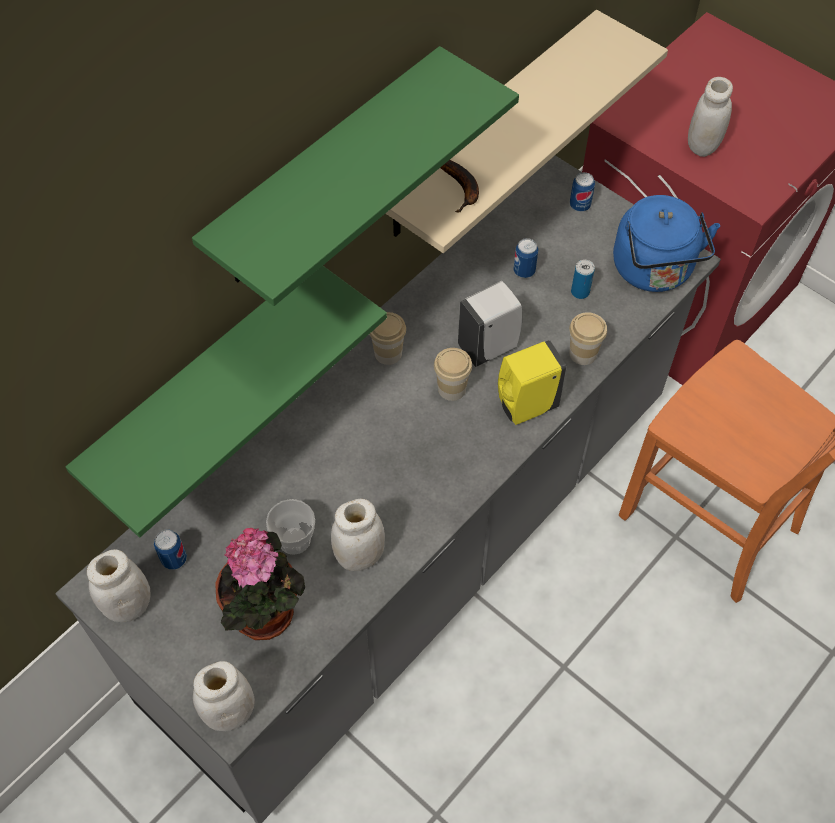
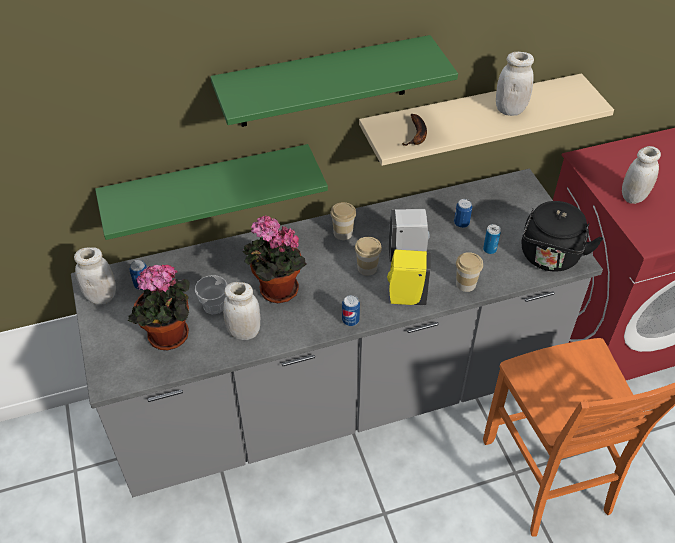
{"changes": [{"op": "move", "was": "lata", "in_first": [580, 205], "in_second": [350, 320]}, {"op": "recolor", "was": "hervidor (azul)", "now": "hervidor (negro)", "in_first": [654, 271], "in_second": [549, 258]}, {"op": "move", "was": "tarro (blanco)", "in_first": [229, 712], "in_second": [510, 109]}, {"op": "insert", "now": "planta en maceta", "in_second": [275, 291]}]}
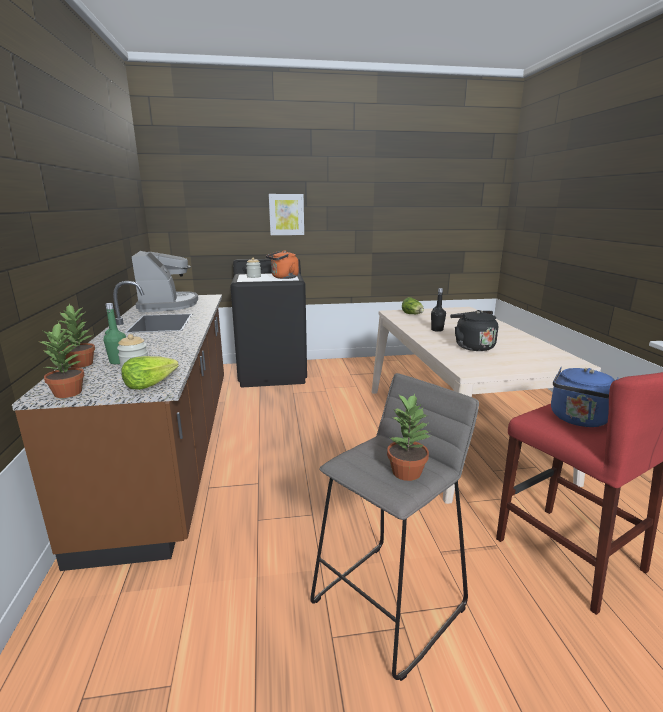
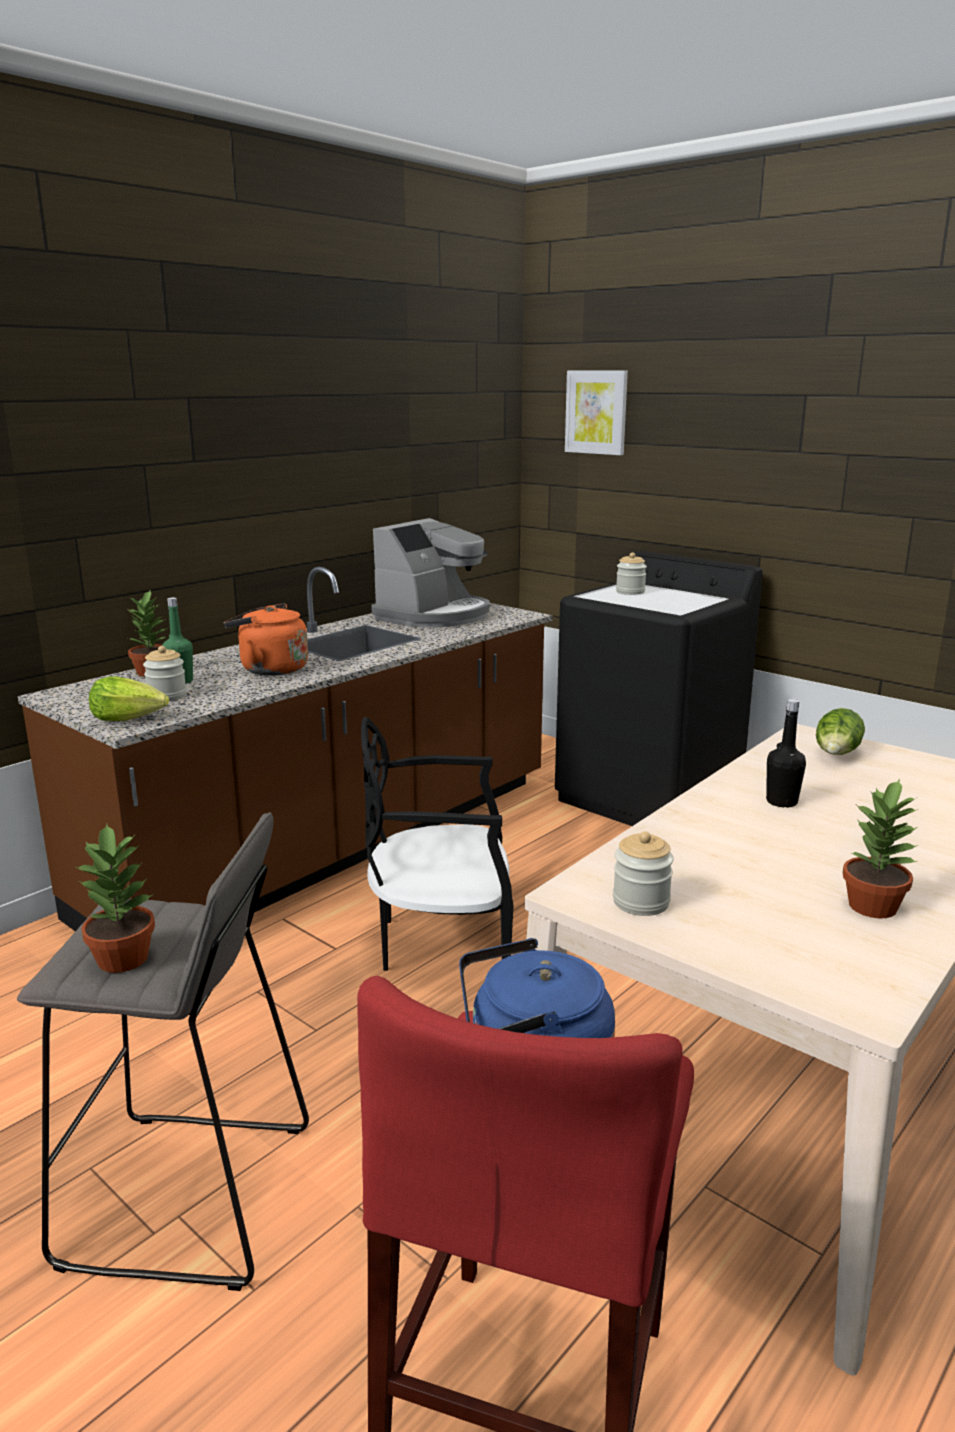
{"changes": [{"op": "move", "was": "cuadro", "in_first": [286, 214], "in_second": [596, 412]}, {"op": "move", "was": "hervidor (naranja)", "in_first": [283, 277], "in_second": [270, 669]}, {"op": "delete", "was": "hervidor (negro)", "in_first": [472, 346]}, {"op": "move", "was": "planta en maceta", "in_first": [69, 393], "in_second": [874, 906]}, {"op": "insert", "now": "silla (negro)", "in_second": [441, 943]}, {"op": "insert", "now": "tarro", "in_second": [641, 902]}]}
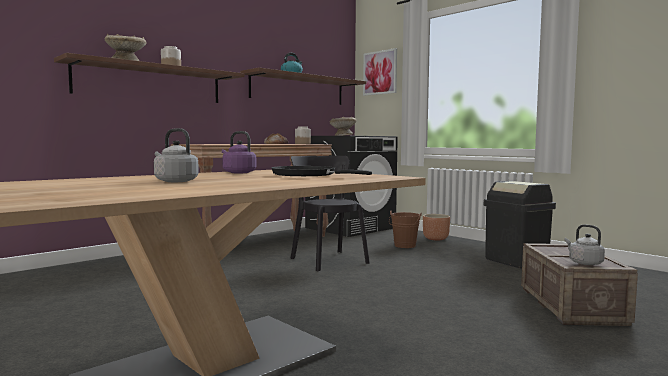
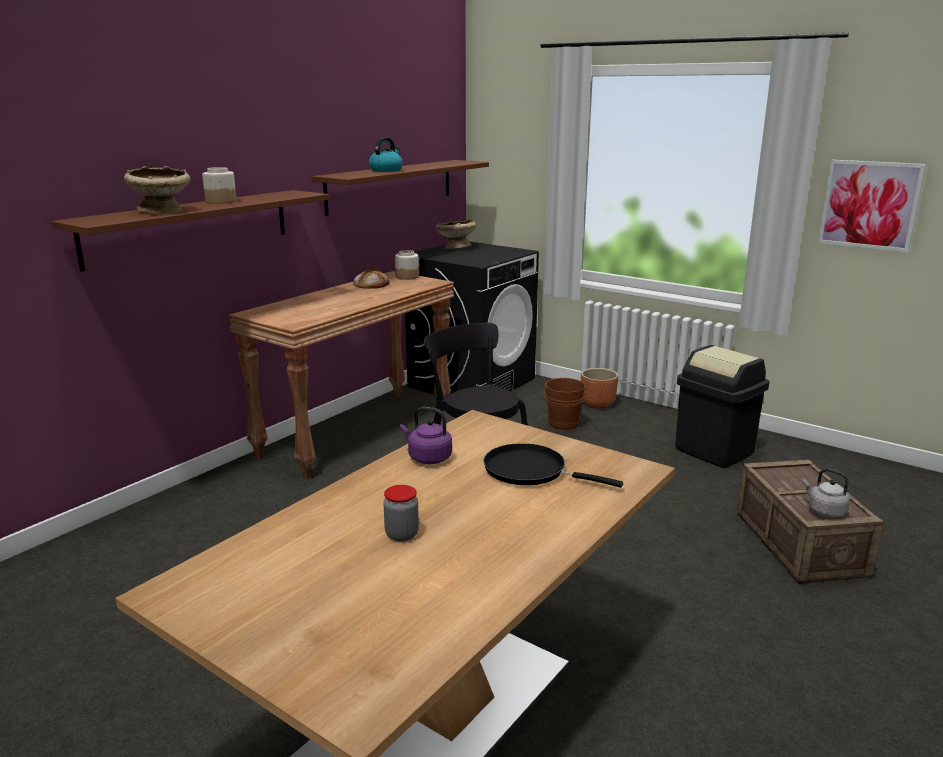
{"changes": [{"op": "move", "was": "cuadro", "in_first": [380, 72], "in_second": [869, 205]}, {"op": "replace", "was": "hervidor (gris)", "now": "tarro", "in_first": [175, 181], "in_second": [401, 535]}]}
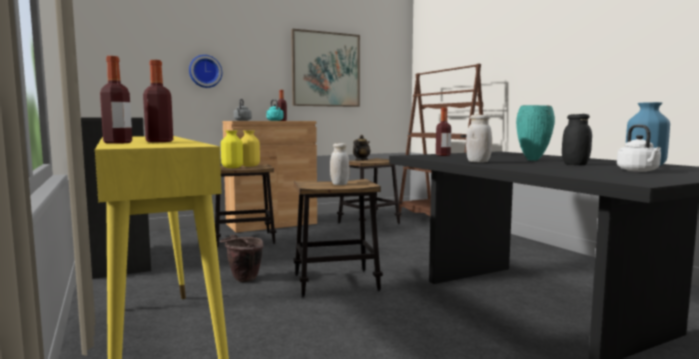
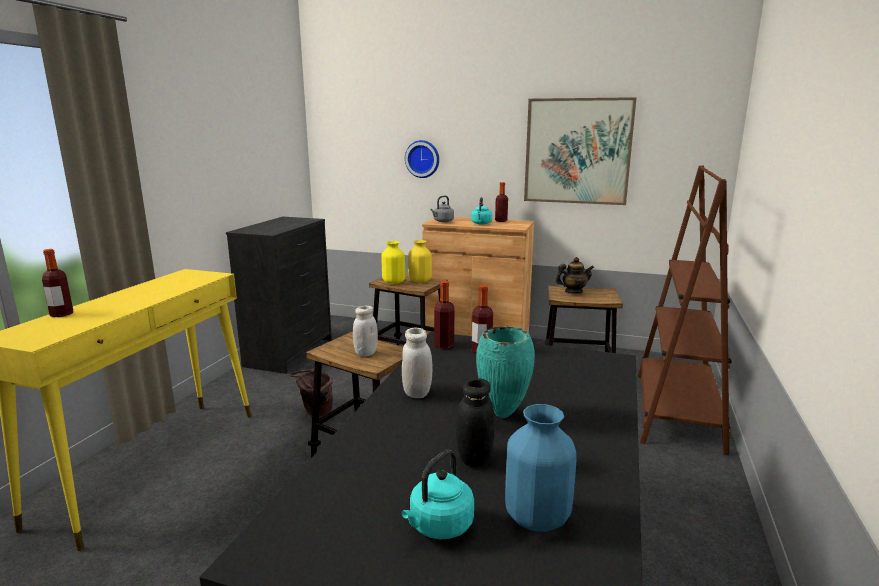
{"changes": [{"op": "move", "was": "botella", "in_first": [159, 141], "in_second": [444, 345]}, {"op": "recolor", "was": "hervidor (blanco)", "now": "hervidor (turquesa)", "in_first": [639, 171], "in_second": [439, 527]}]}
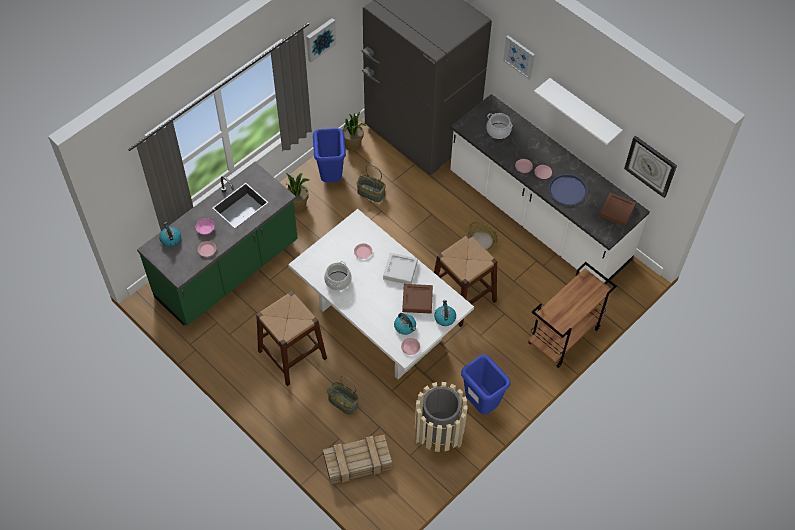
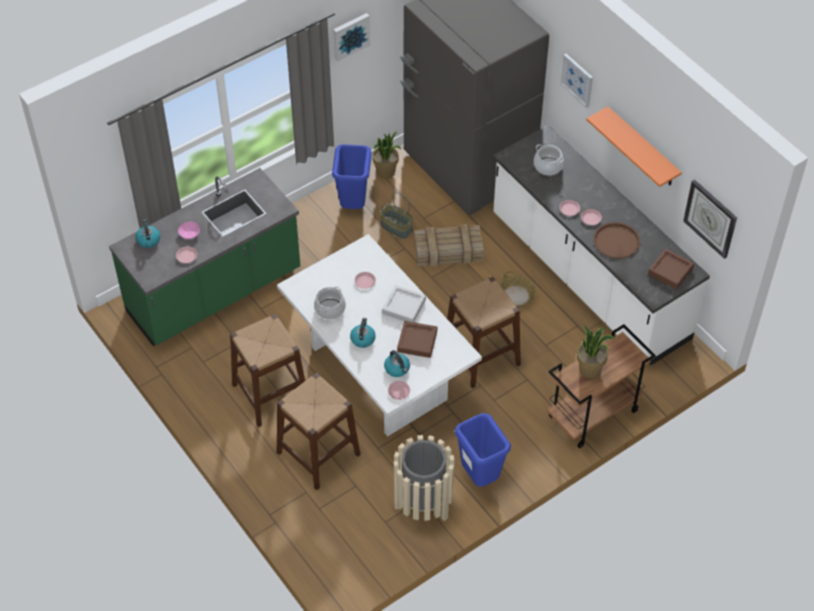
{"changes": [{"op": "recolor", "was": "estante (blanco)", "now": "estante (naranja)", "in_first": [584, 111], "in_second": [642, 148]}, {"op": "move", "was": "planta en maceta", "in_first": [298, 205], "in_second": [590, 369]}, {"op": "recolor", "was": "bandeja (azul)", "now": "bandeja (marrón)", "in_first": [567, 190], "in_second": [616, 241]}, {"op": "move", "was": "hervidor", "in_first": [444, 317], "in_second": [362, 338]}, {"op": "replace", "was": "cesta", "now": "taburete (marrón)", "in_first": [342, 402], "in_second": [318, 453]}, {"op": "move", "was": "caja de embalaje", "in_first": [356, 463], "in_second": [447, 251]}]}
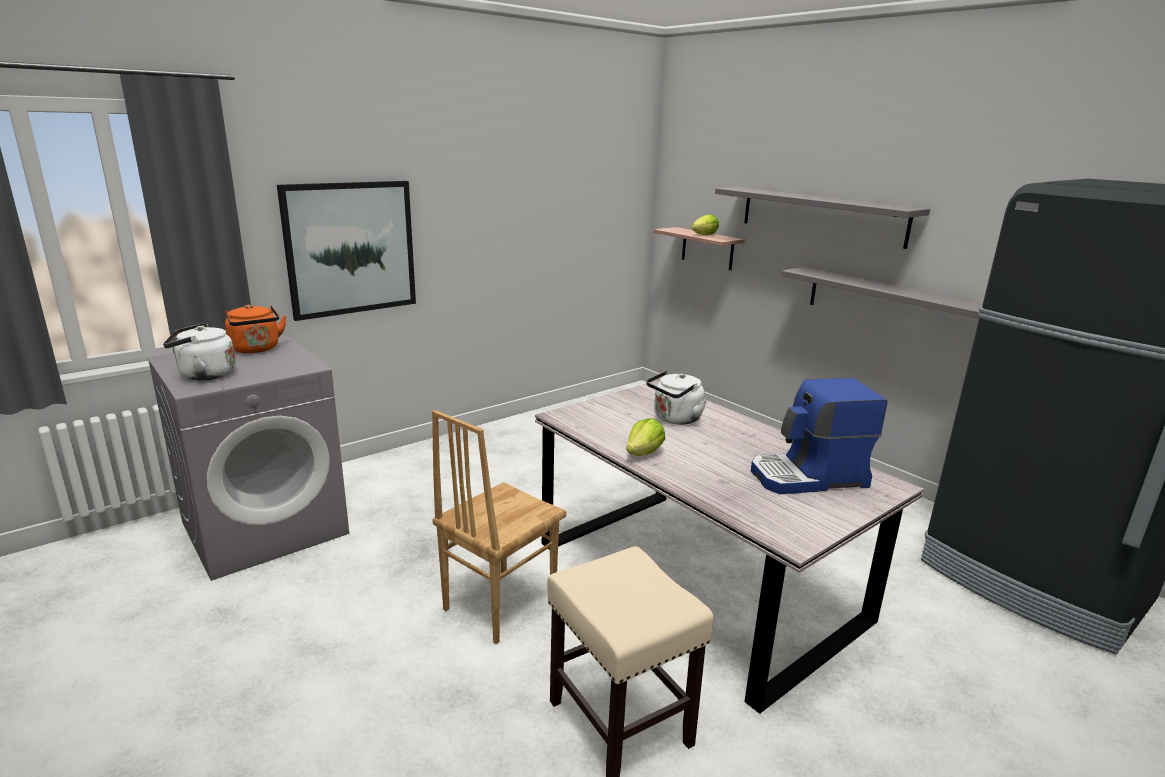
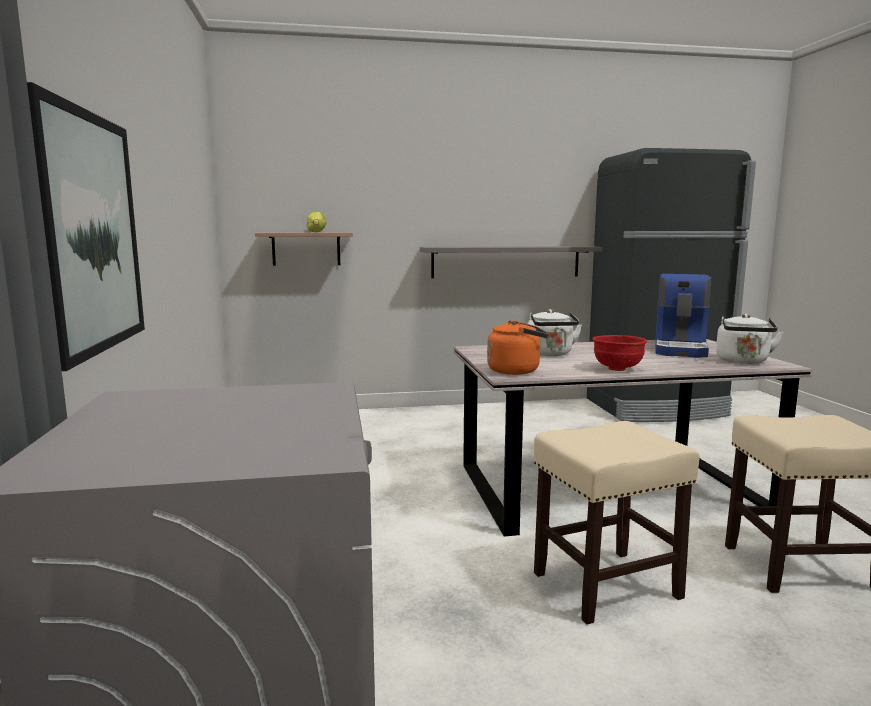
{"changes": [{"op": "delete", "was": "estante (gris)", "in_first": [821, 215]}, {"op": "move", "was": "hervidor (naranja)", "in_first": [256, 349], "in_second": [516, 371]}, {"op": "move", "was": "hervidor (blanco)", "in_first": [204, 375], "in_second": [743, 361]}, {"op": "replace", "was": "silla (marrón)", "now": "taburete (beis)", "in_first": [498, 604], "in_second": [605, 586]}, {"op": "replace", "was": "lechuga", "now": "cuenco (rojo)", "in_first": [644, 453], "in_second": [617, 369]}]}
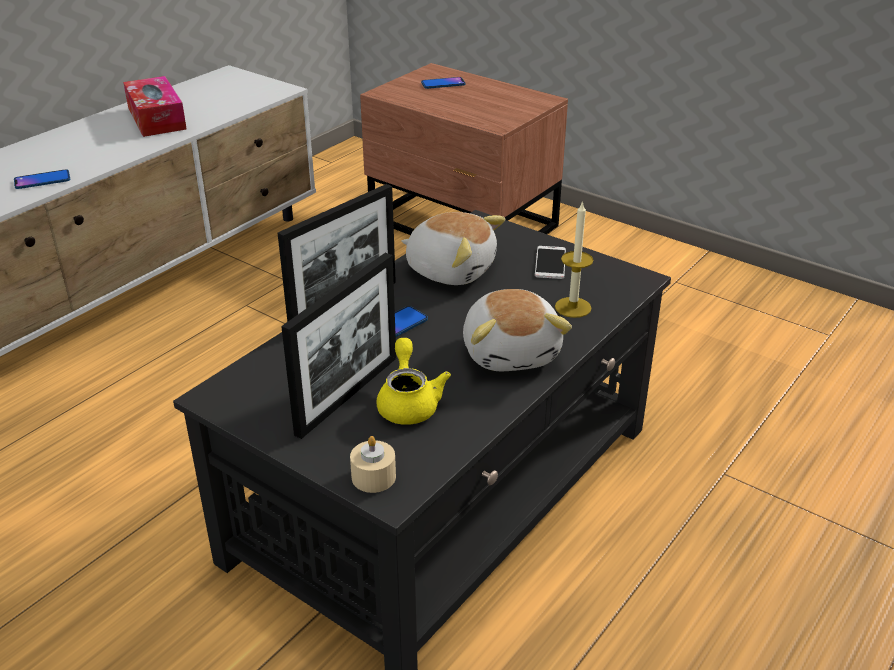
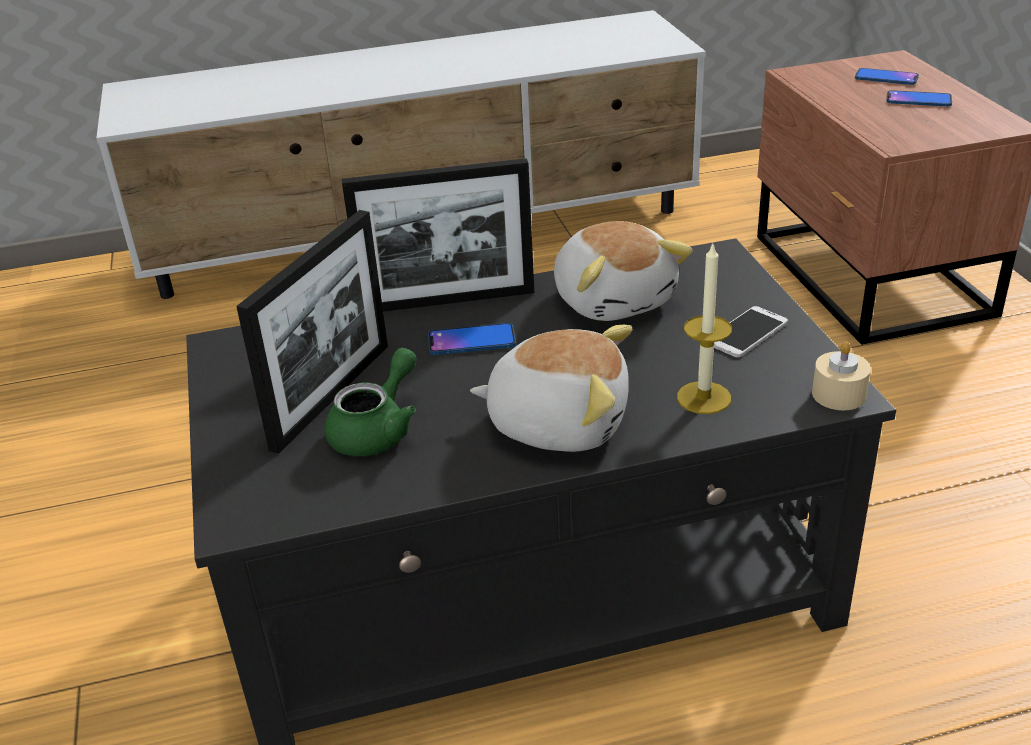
{"changes": [{"op": "delete", "was": "caja de pañuelos", "in_first": [156, 118]}, {"op": "move", "was": "móvil", "in_first": [42, 180], "in_second": [918, 100]}, {"op": "rotate", "was": "portarretratos", "in_first": [347, 395], "in_second": [332, 395], "clockwise": -45}, {"op": "rotate", "was": "peluche", "in_first": [512, 352], "in_second": [558, 421], "clockwise": -105}, {"op": "recolor", "was": "tetera (amarillo)", "now": "tetera (verde)", "in_first": [409, 402], "in_second": [377, 430]}, {"op": "move", "was": "vela (beis)", "in_first": [373, 477], "in_second": [838, 394]}]}
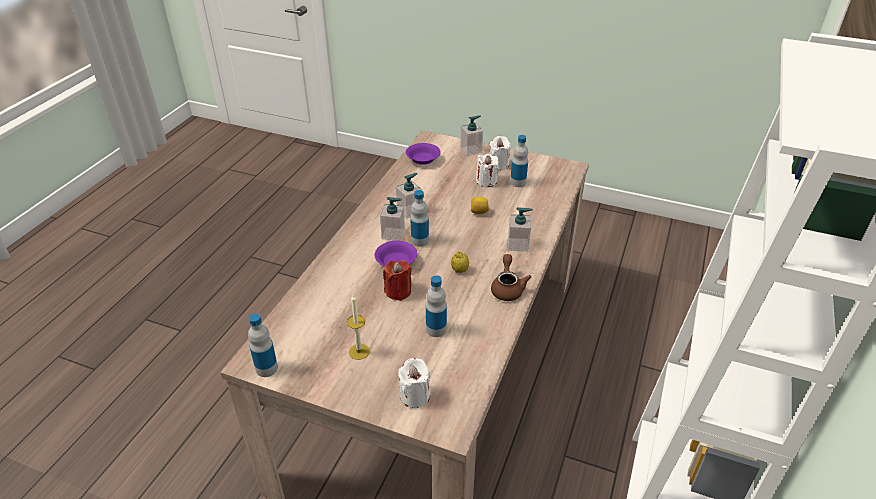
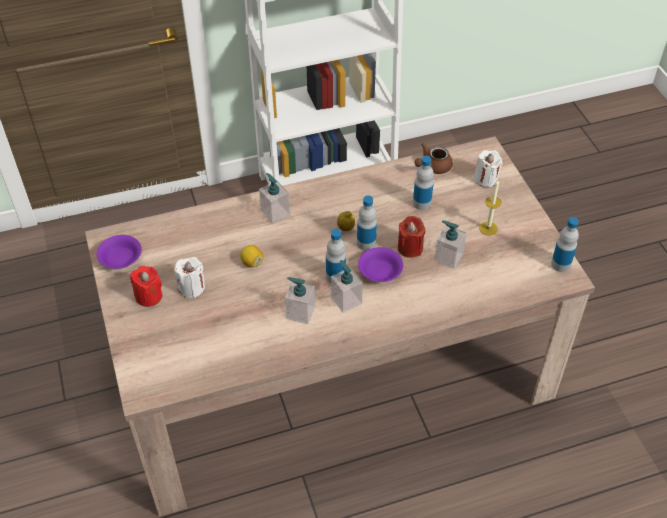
{"changes": [{"op": "move", "was": "dispensador de jabón", "in_first": [471, 150], "in_second": [448, 257]}, {"op": "move", "was": "botella", "in_first": [518, 182], "in_second": [366, 243]}, {"op": "recolor", "was": "vela (blanco)", "now": "vela (rojo)", "in_first": [498, 164], "in_second": [149, 296]}, {"op": "move", "was": "cuenco (morado)", "in_first": [423, 160], "in_second": [121, 259]}, {"op": "move", "was": "tetera (marrón)", "in_first": [507, 288], "in_second": [432, 167]}]}
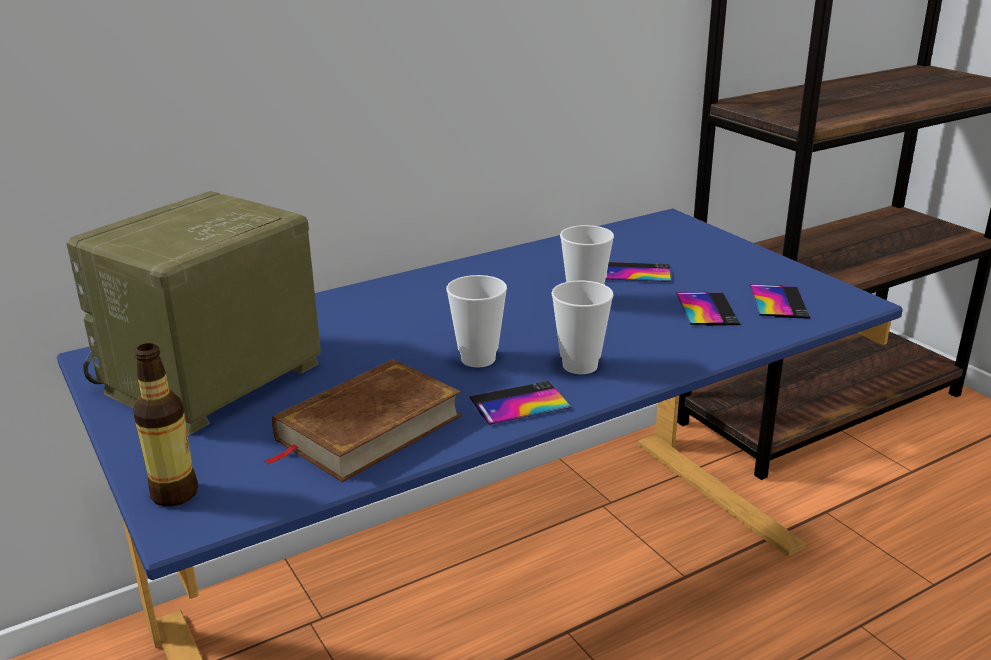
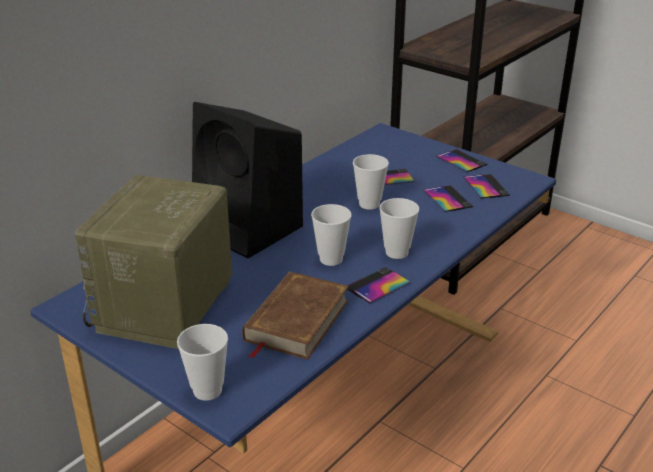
{"changes": [{"op": "replace", "was": "botella", "now": "taza", "in_first": [174, 494], "in_second": [207, 390]}, {"op": "insert", "now": "altavoz (negro)", "in_second": [250, 229]}, {"op": "insert", "now": "móvil", "in_second": [461, 161]}]}
